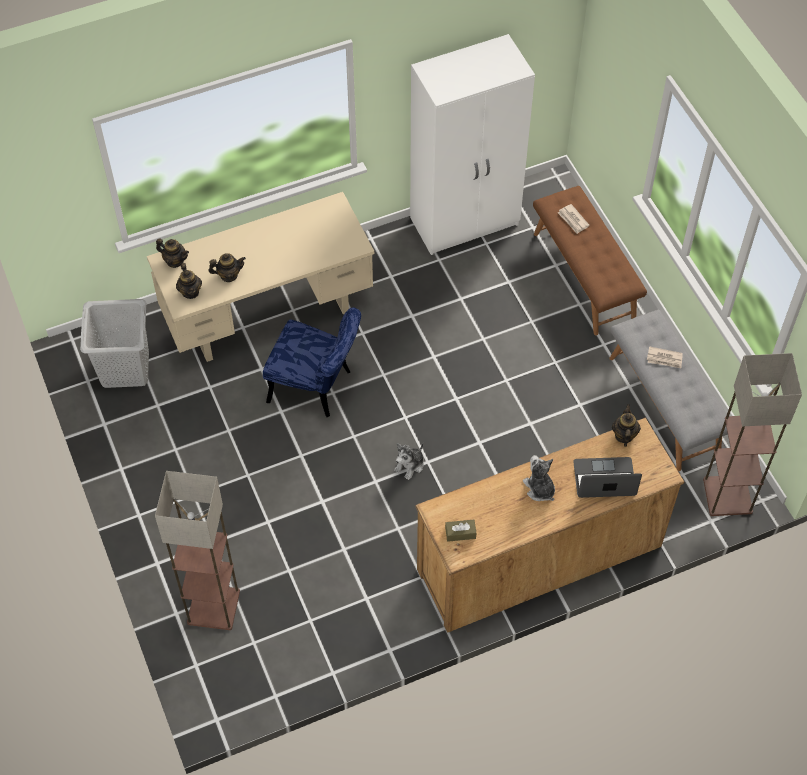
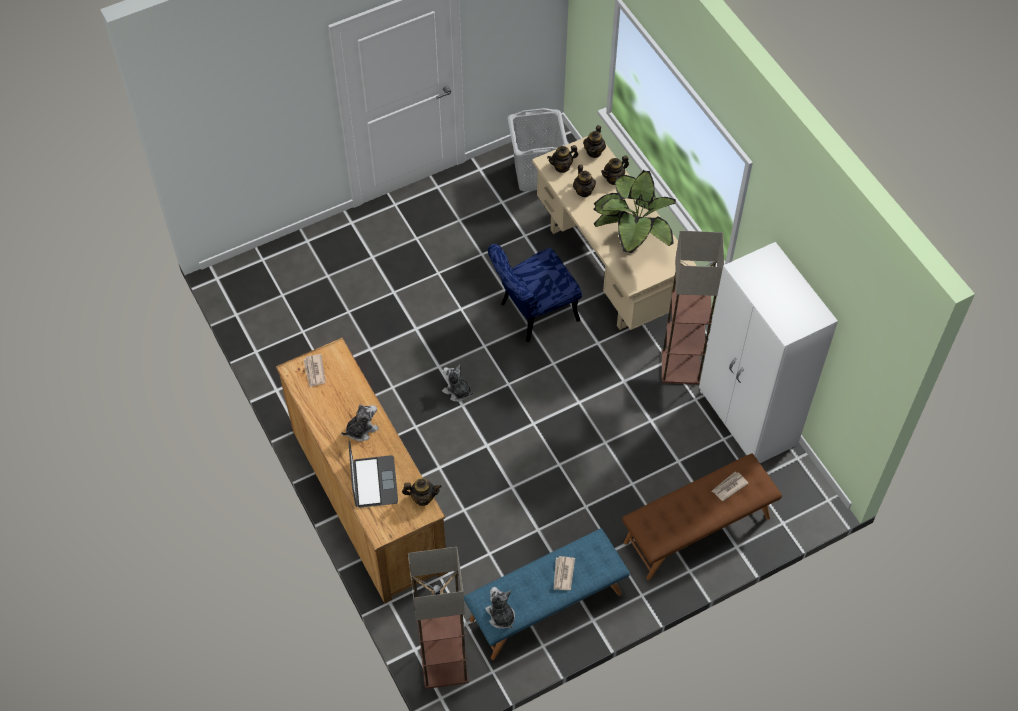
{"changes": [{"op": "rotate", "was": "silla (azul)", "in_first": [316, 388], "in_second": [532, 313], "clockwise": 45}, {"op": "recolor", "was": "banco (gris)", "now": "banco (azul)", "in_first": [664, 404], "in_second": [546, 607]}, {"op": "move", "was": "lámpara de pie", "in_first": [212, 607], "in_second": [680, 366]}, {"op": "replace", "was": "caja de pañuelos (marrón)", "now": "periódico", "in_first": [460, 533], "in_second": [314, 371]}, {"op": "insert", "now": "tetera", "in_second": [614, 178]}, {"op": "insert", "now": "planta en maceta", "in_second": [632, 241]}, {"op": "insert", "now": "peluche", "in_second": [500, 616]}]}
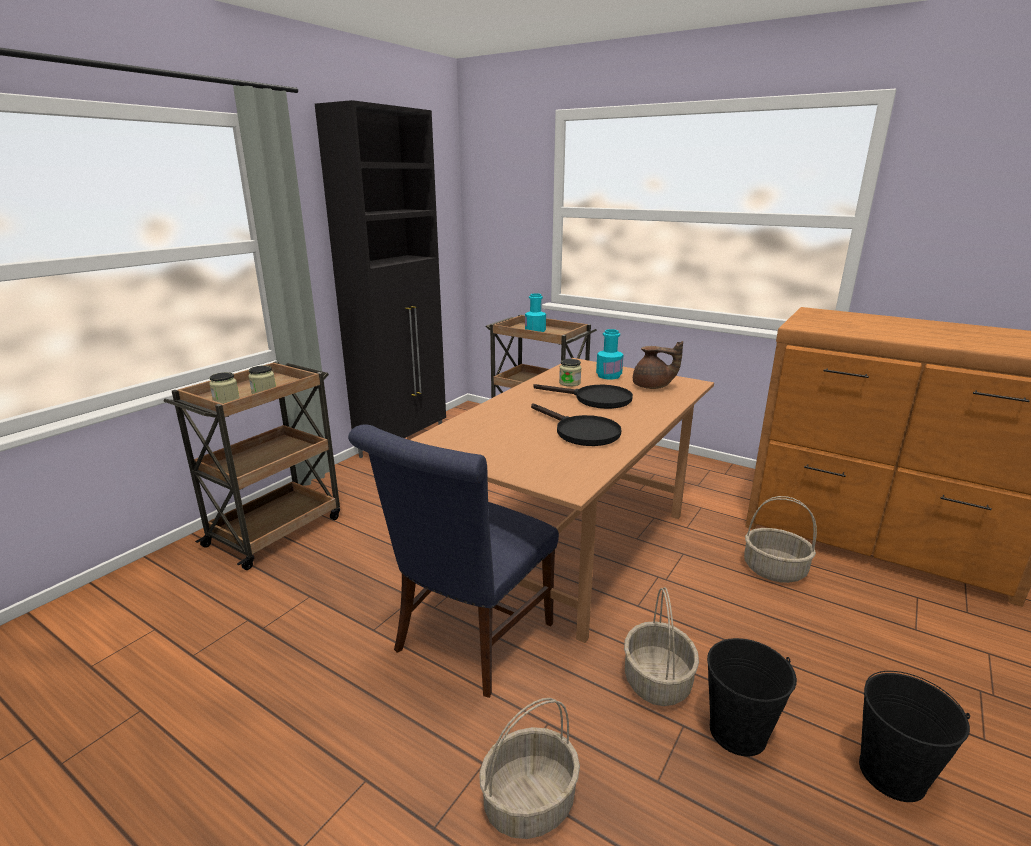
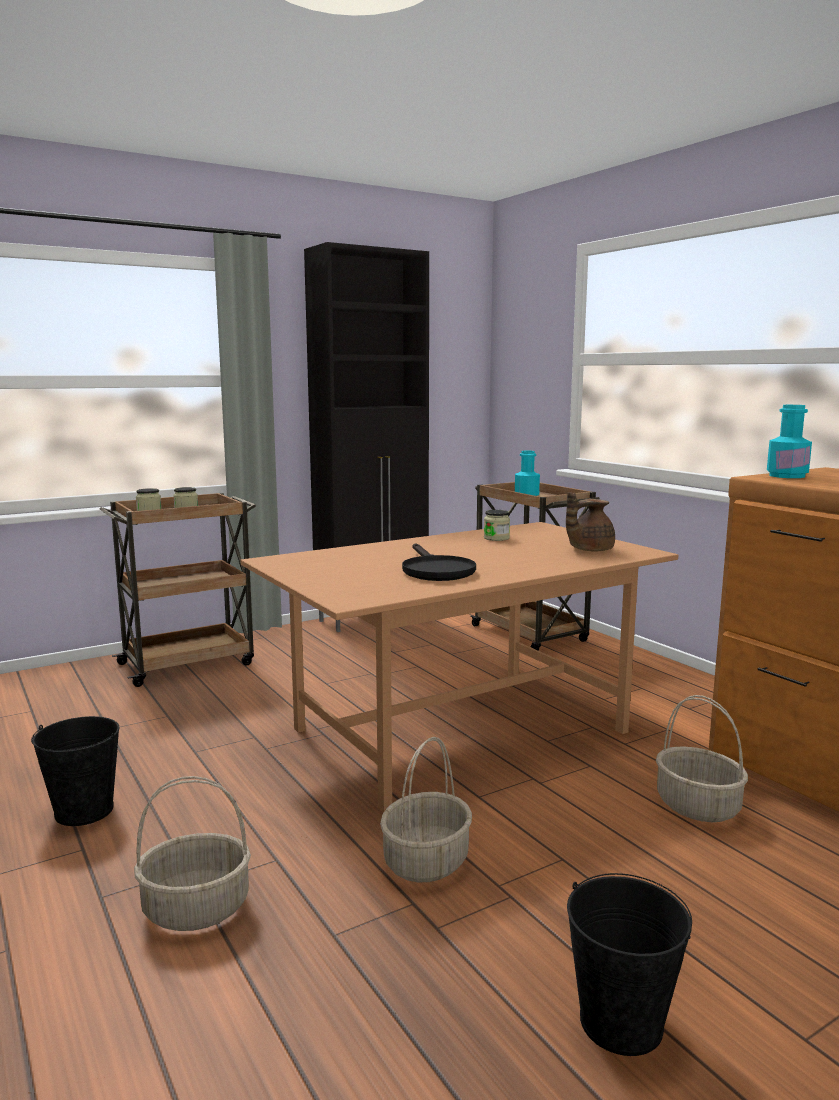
{"changes": [{"op": "move", "was": "botella (turquesa)", "in_first": [608, 376], "in_second": [787, 476]}, {"op": "rotate", "was": "tetera (marrón)", "in_first": [652, 387], "in_second": [588, 550], "clockwise": 105}, {"op": "delete", "was": "sartén (negro)", "in_first": [595, 399]}, {"op": "delete", "was": "silla (azul)", "in_first": [468, 642]}, {"op": "move", "was": "cubo (negro)", "in_first": [737, 731], "in_second": [84, 810]}]}
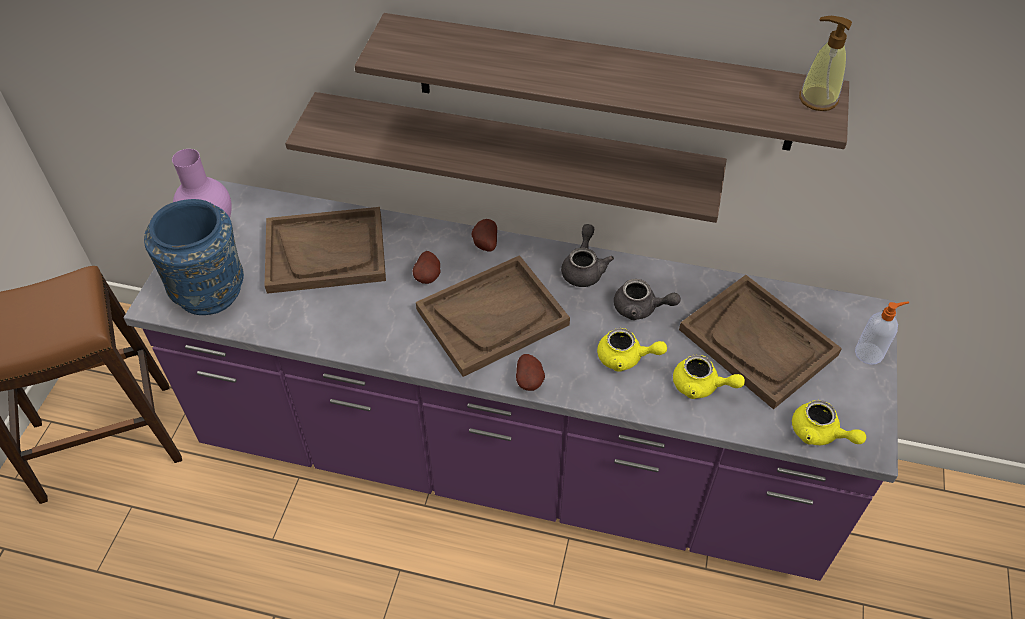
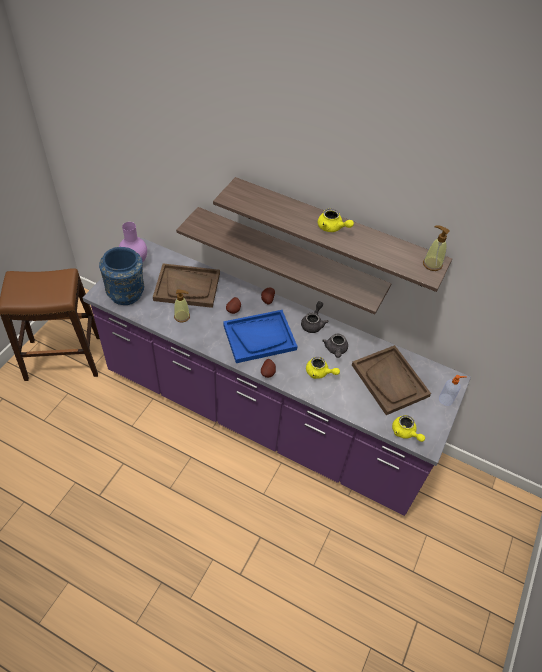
{"changes": [{"op": "recolor", "was": "bandeja (marrón)", "now": "bandeja (azul)", "in_first": [492, 317], "in_second": [259, 337]}, {"op": "rotate", "was": "tetera (gris)", "in_first": [641, 309], "in_second": [335, 350], "clockwise": 60}, {"op": "move", "was": "tetera (amarillo)", "in_first": [701, 386], "in_second": [332, 228]}, {"op": "insert", "now": "dispensador de jabón", "in_second": [182, 316]}]}
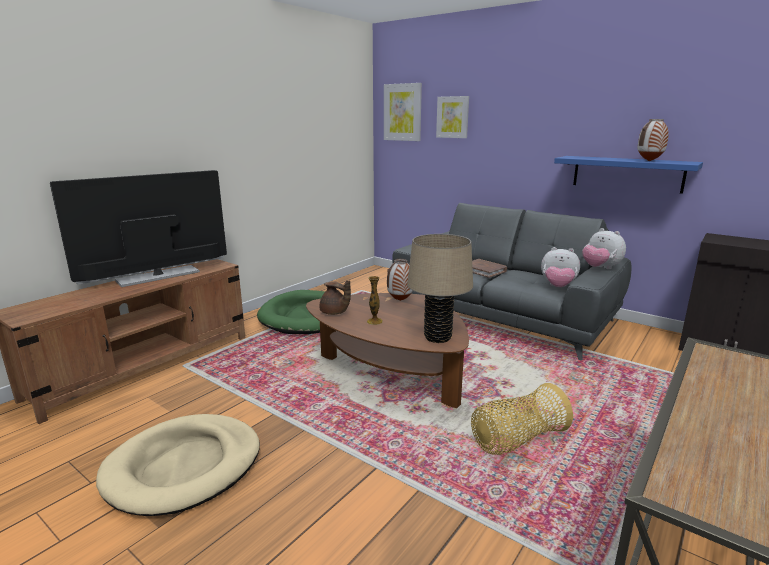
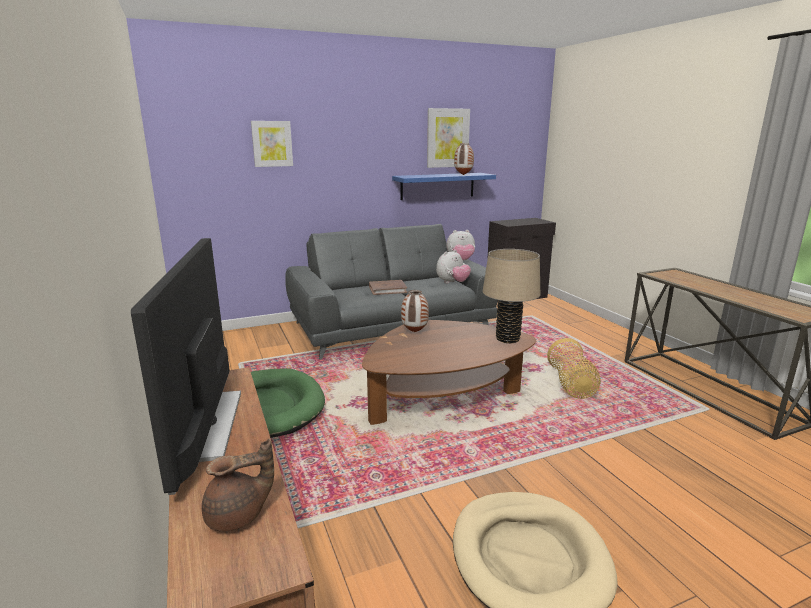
{"changes": [{"op": "move", "was": "cuadro", "in_first": [402, 112], "in_second": [447, 138]}, {"op": "delete", "was": "florero", "in_first": [374, 321]}, {"op": "move", "was": "tetera (marrón)", "in_first": [334, 312], "in_second": [238, 516]}]}
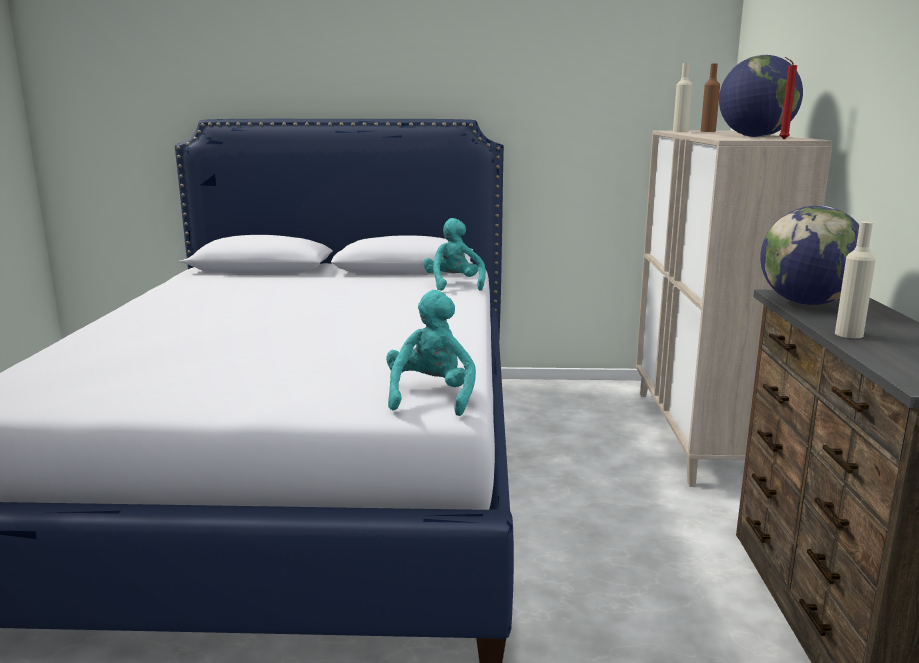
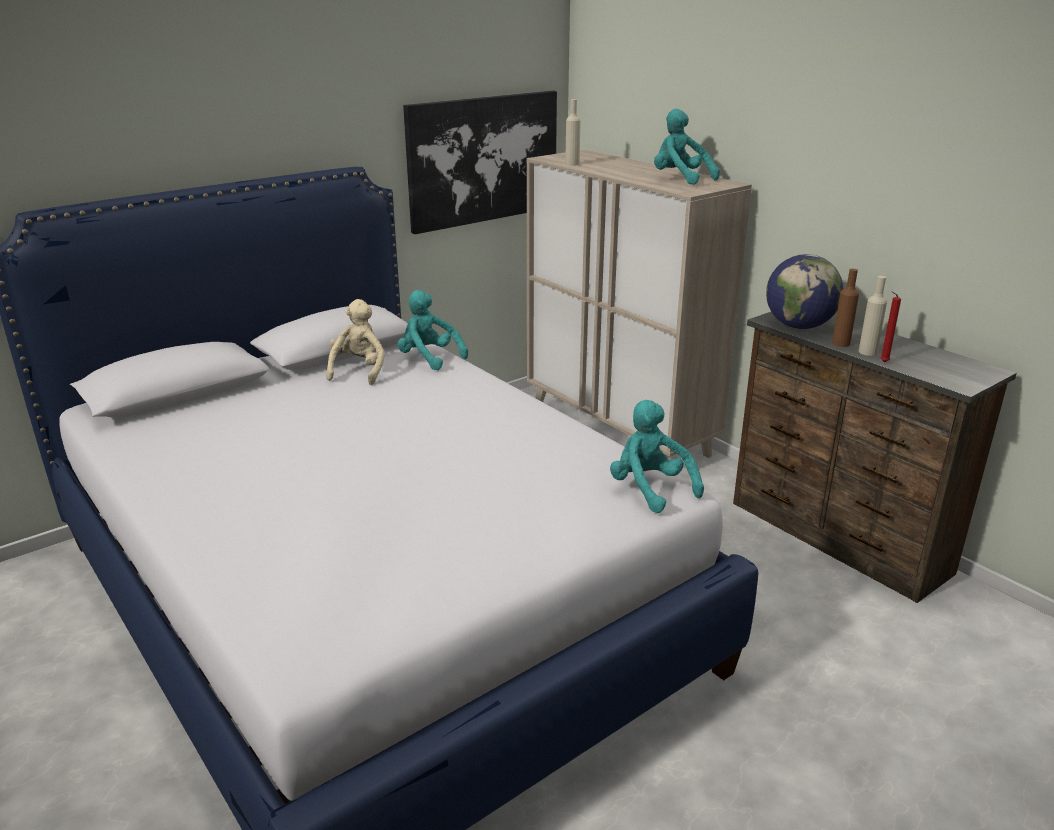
{"changes": [{"op": "replace", "was": "globo terráqueo", "now": "peluche (turquesa)", "in_first": [755, 137], "in_second": [680, 179]}, {"op": "move", "was": "vela (rojo)", "in_first": [782, 139], "in_second": [882, 362]}, {"op": "move", "was": "botella (marrón)", "in_first": [708, 131], "in_second": [841, 343]}, {"op": "insert", "now": "cuadro", "in_second": [483, 159]}, {"op": "insert", "now": "peluche (beis)", "in_second": [359, 371]}]}
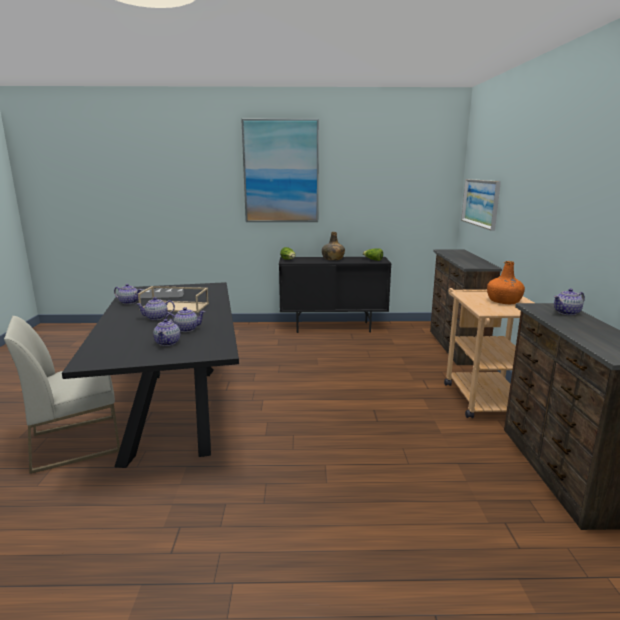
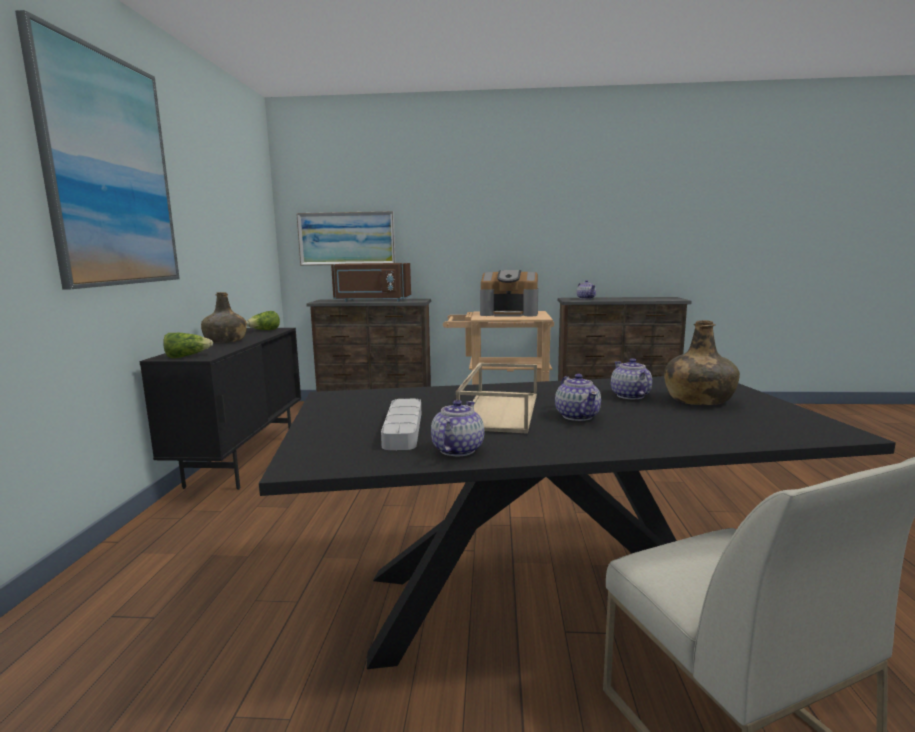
{"changes": [{"op": "replace", "was": "botella (naranja)", "now": "cafetera", "in_first": [504, 301], "in_second": [509, 314]}, {"op": "replace", "was": "tetera", "now": "botella (verde)", "in_first": [168, 342], "in_second": [697, 400]}, {"op": "insert", "now": "microondas (marrón)", "in_second": [372, 300]}]}
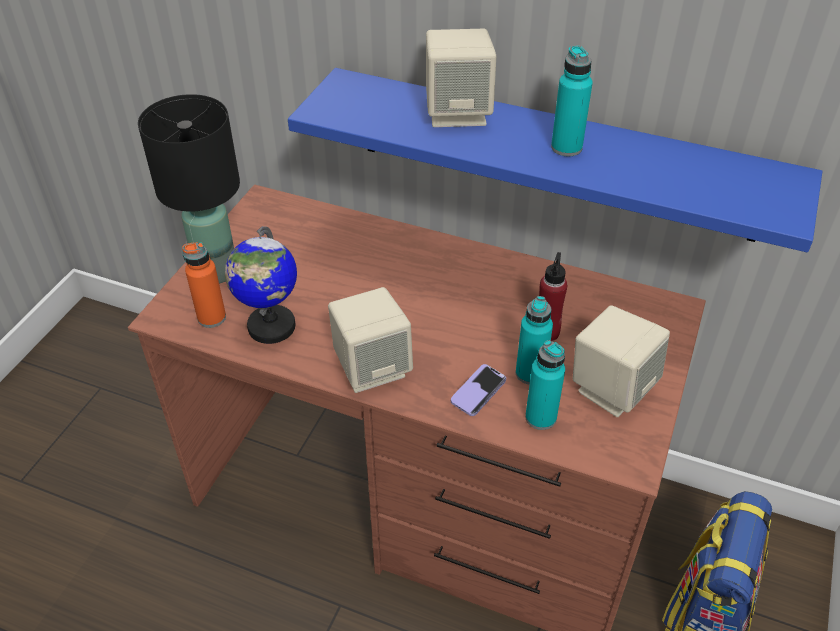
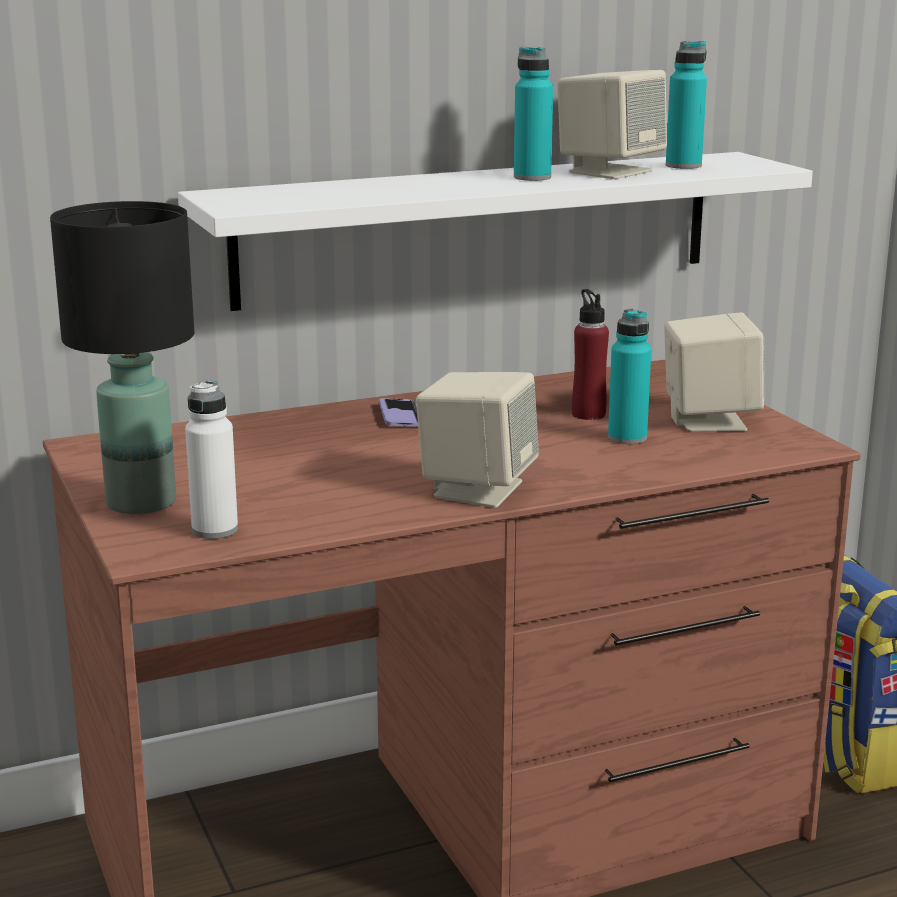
{"changes": [{"op": "move", "was": "altavoz (beis)", "in_first": [458, 113], "in_second": [609, 171]}, {"op": "recolor", "was": "estante (azul)", "now": "estante (blanco)", "in_first": [555, 154], "in_second": [479, 228]}, {"op": "delete", "was": "globo terráqueo", "in_first": [271, 326]}, {"op": "recolor", "was": "botella (naranja)", "now": "botella (blanco)", "in_first": [212, 317], "in_second": [215, 530]}, {"op": "move", "was": "botella (turquesa)", "in_first": [540, 417], "in_second": [683, 166]}, {"op": "move", "was": "móvil", "in_first": [478, 391], "in_second": [400, 415]}]}
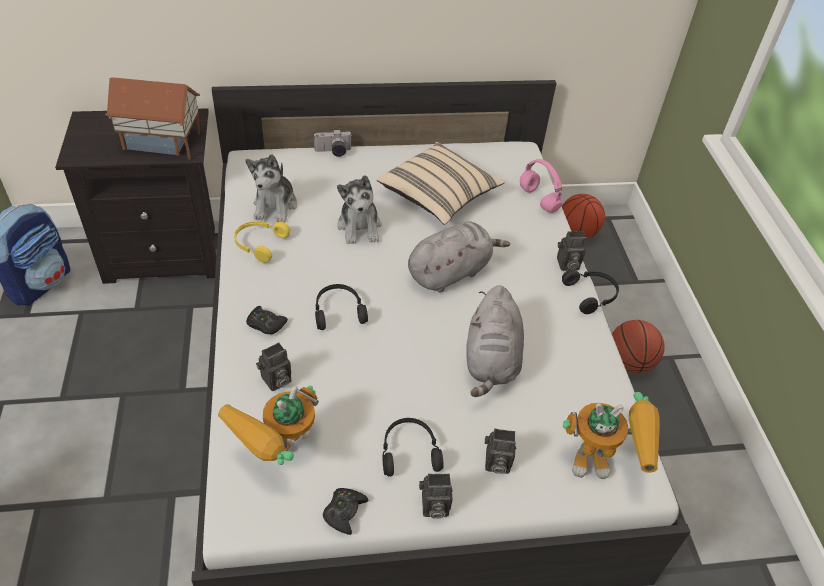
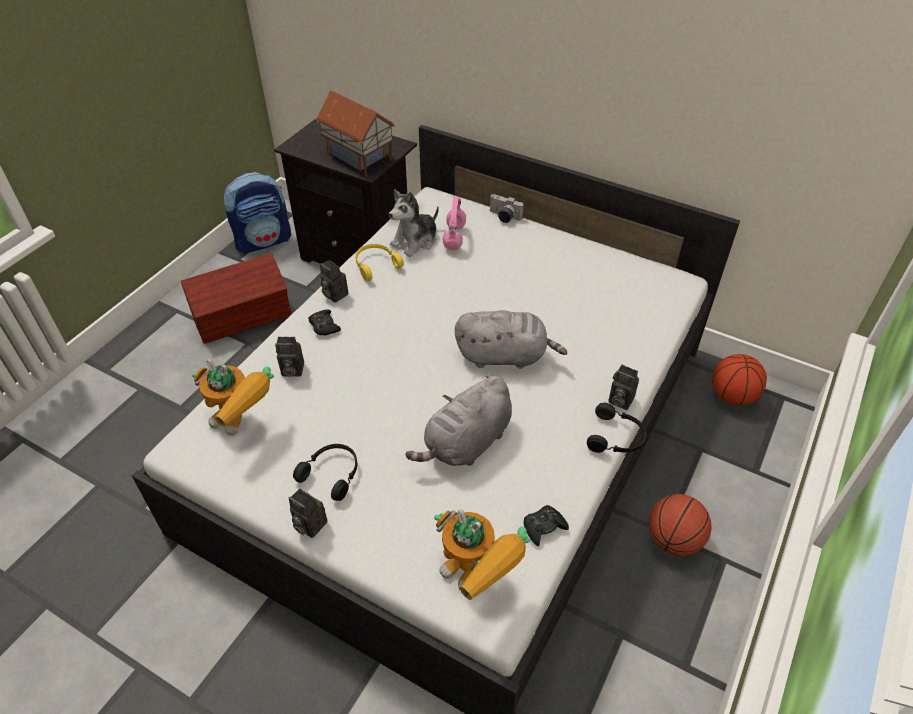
{"changes": [{"op": "delete", "was": "cojín (beis)", "in_first": [439, 196]}, {"op": "move", "was": "auriculares (rosa)", "in_first": [537, 199], "in_second": [454, 237]}, {"op": "delete", "was": "peluche", "in_first": [359, 227]}, {"op": "delete", "was": "auriculares (negro)", "in_first": [338, 311]}, {"op": "rotate", "was": "robot de juguete", "in_first": [279, 456], "in_second": [243, 423], "clockwise": -135}, {"op": "move", "was": "cámara", "in_first": [495, 463], "in_second": [334, 294]}, {"op": "move", "was": "mando de consola (negro)", "in_first": [344, 512], "in_second": [543, 527]}, {"op": "insert", "now": "caja de almacenaje (marrón)", "in_second": [244, 317]}]}
